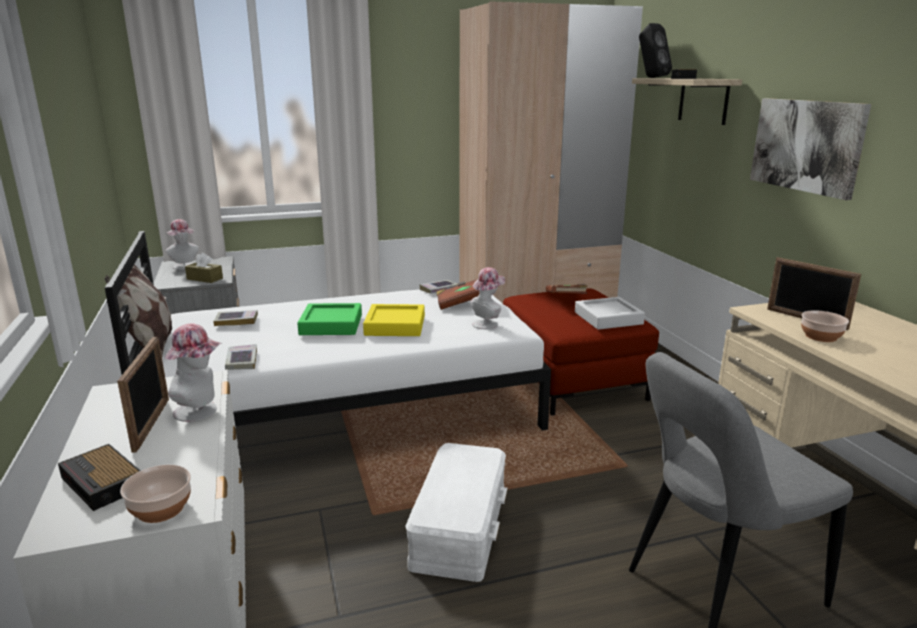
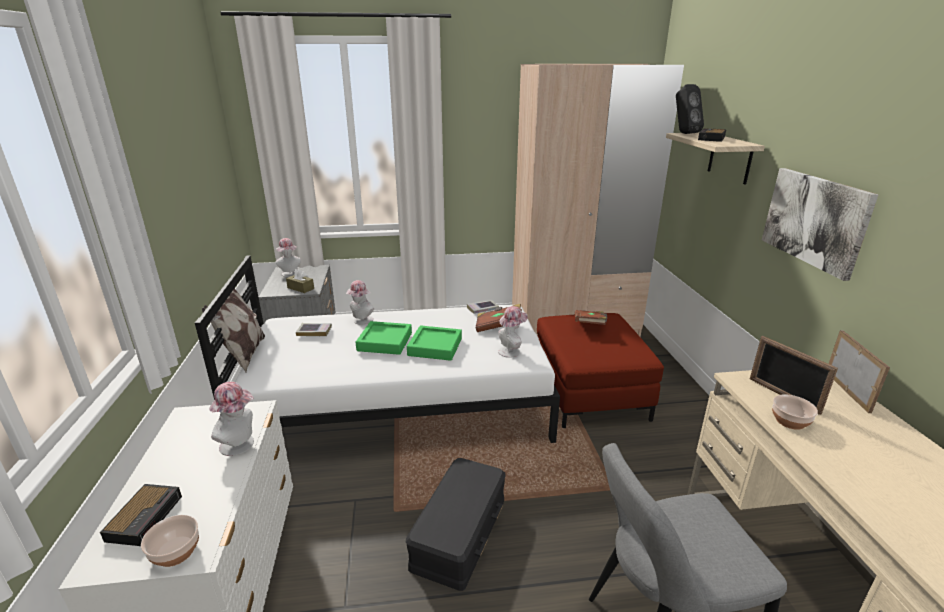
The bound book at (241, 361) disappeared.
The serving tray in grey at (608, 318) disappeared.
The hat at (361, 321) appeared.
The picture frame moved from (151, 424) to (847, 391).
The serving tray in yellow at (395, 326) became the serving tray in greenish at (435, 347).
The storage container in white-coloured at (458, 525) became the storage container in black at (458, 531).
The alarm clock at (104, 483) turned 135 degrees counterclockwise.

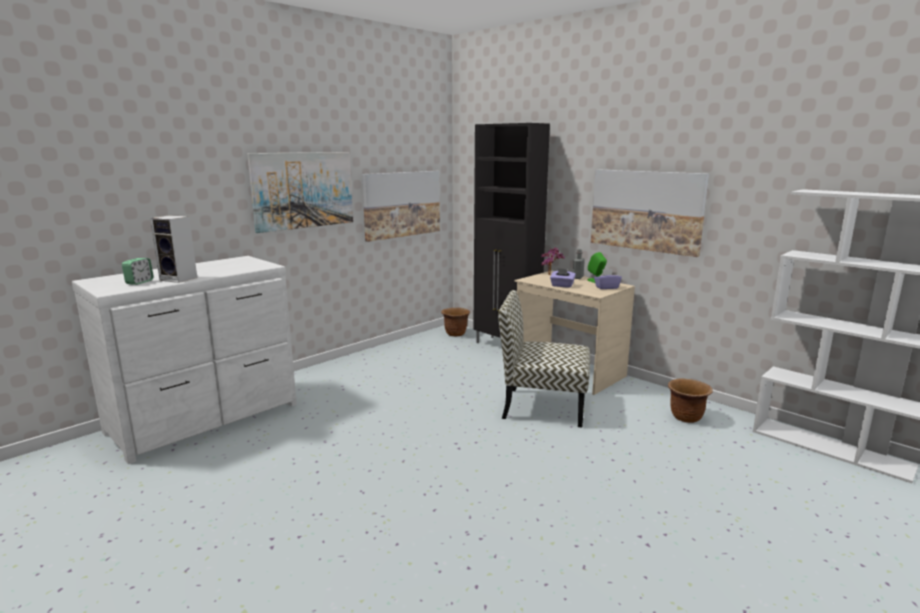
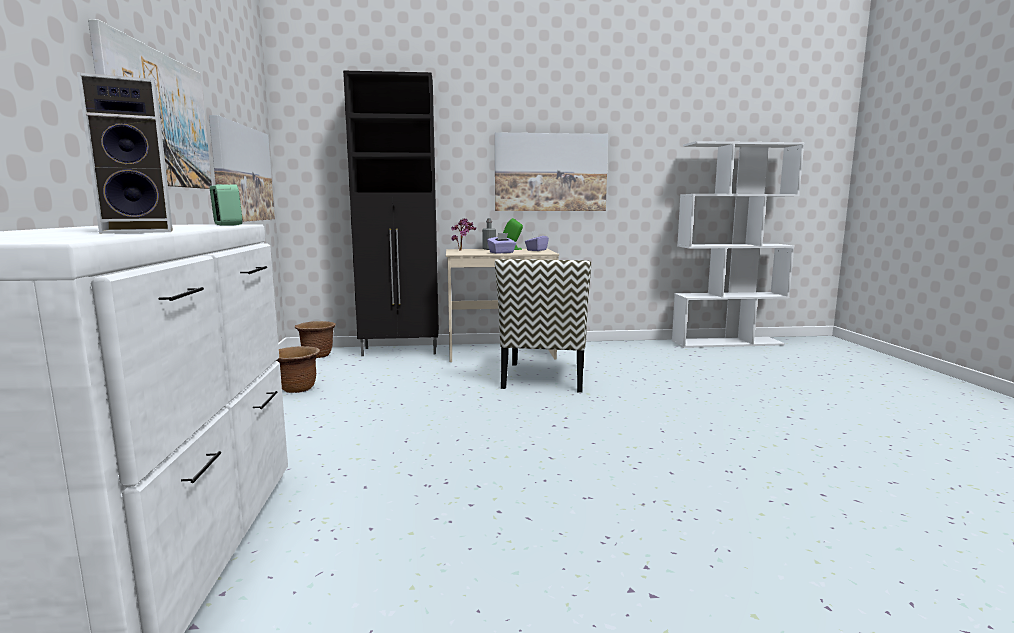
The alarm clock moved from (139, 282) to (227, 225).
The planter in brown-coloured moved from (686, 417) to (298, 389).
The upright chair at (542, 407) turned 45 degrees counterclockwise.

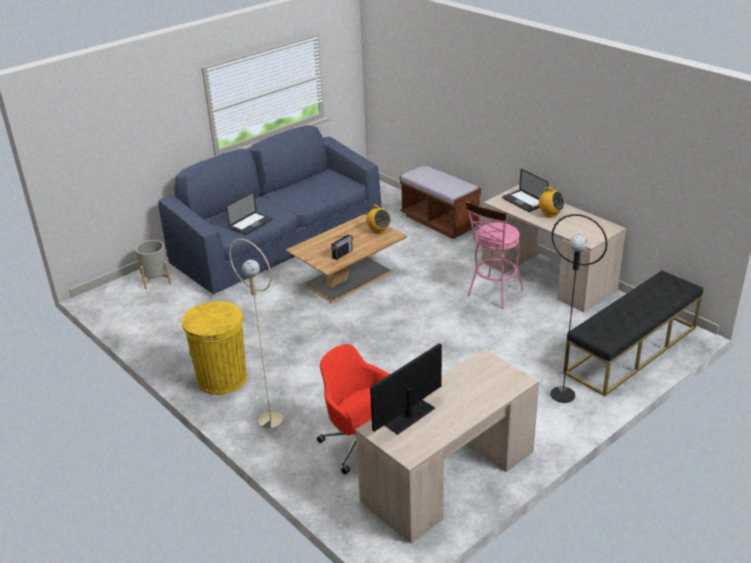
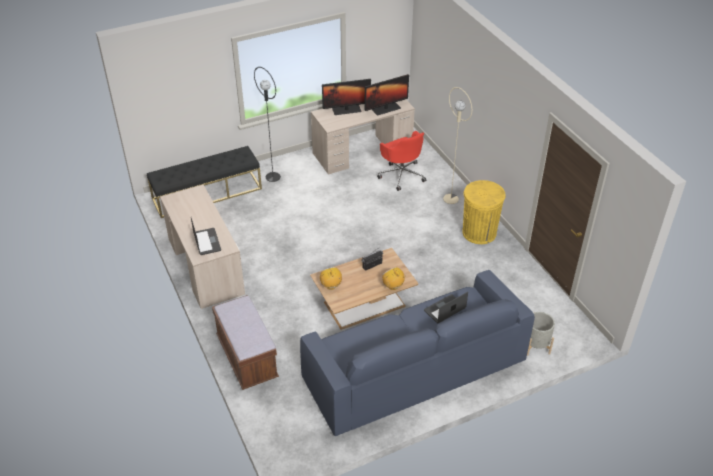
The stool in pink-coloured at (493, 295) disappeared.
The monitor at (346, 110) appeared.
The radio set moved from (550, 214) to (393, 286).

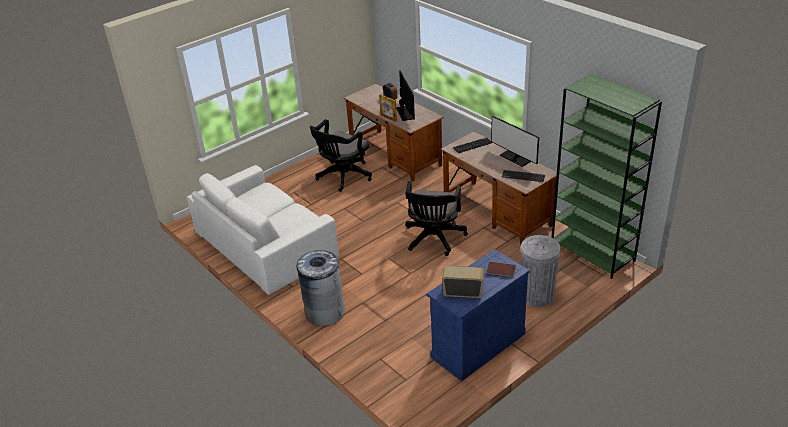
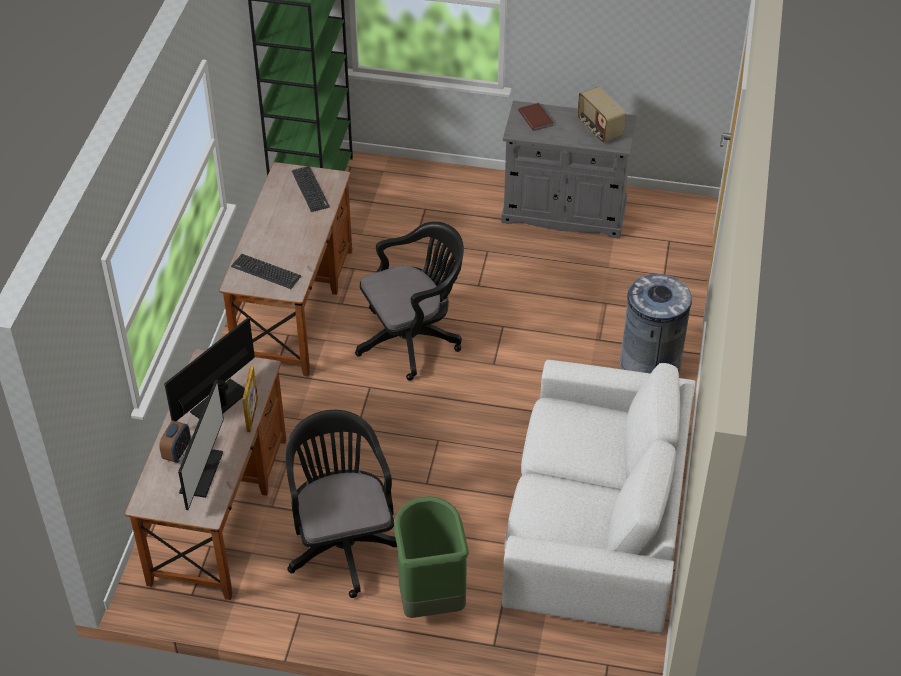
The trash can in grey at (537, 295) disappeared.
The trash can in greenish at (430, 599) appeared.
The monitor moved from (515, 158) to (201, 472).
The cabinet in bluish at (478, 345) became the cabinet in grey at (564, 212).
The office chair in black at (342, 177) turned 105 degrees counterclockwise.

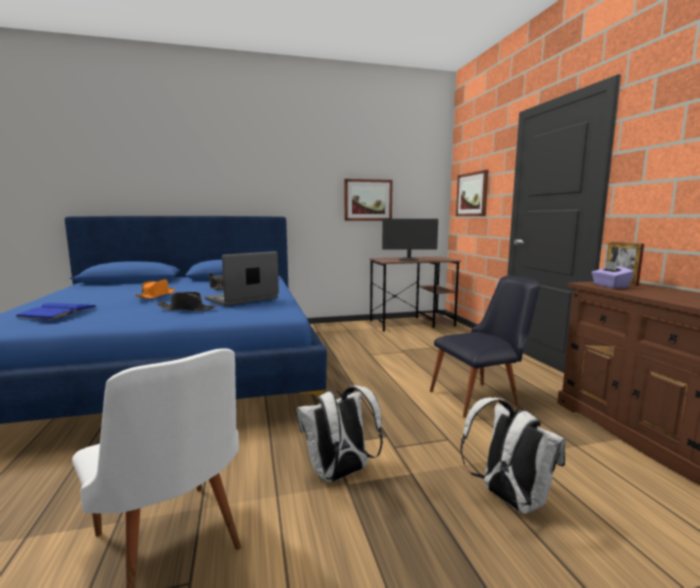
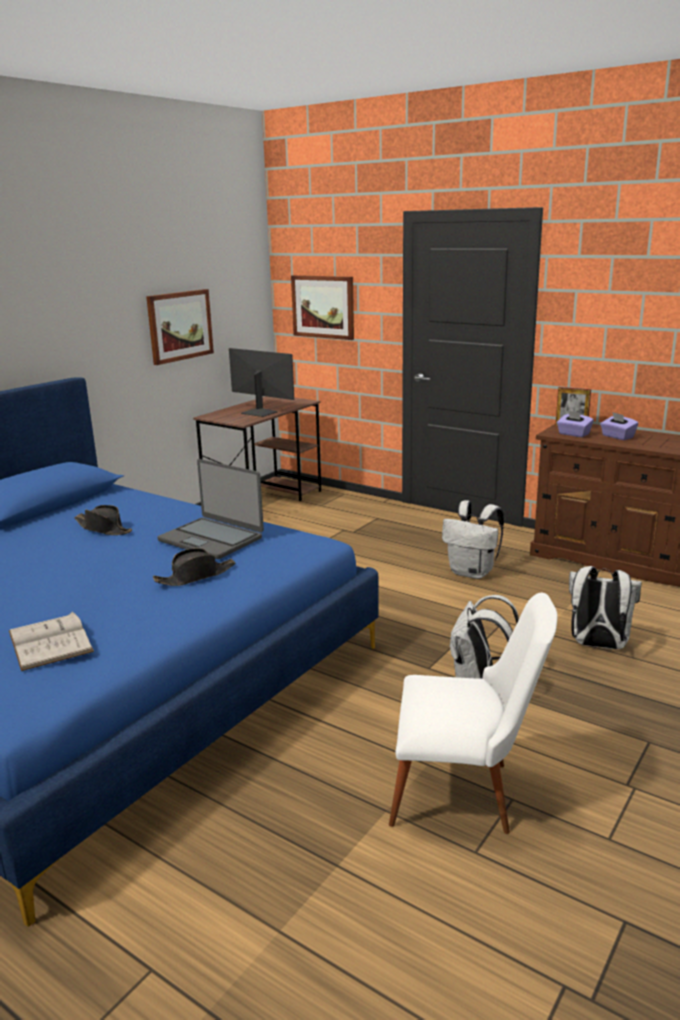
The hat in orangey at (156, 296) disappeared.
The tissue holder in purplish at (617, 437) appeared.
The upright chair in black at (481, 398) was replaced by the knapsack in white-coloured at (472, 573).
The bound book in bluish at (58, 311) became the bound book in white-coloured at (50, 641).
The laptop at (242, 299) turned 60 degrees counterclockwise.
The monitor at (408, 260) turned 105 degrees counterclockwise.

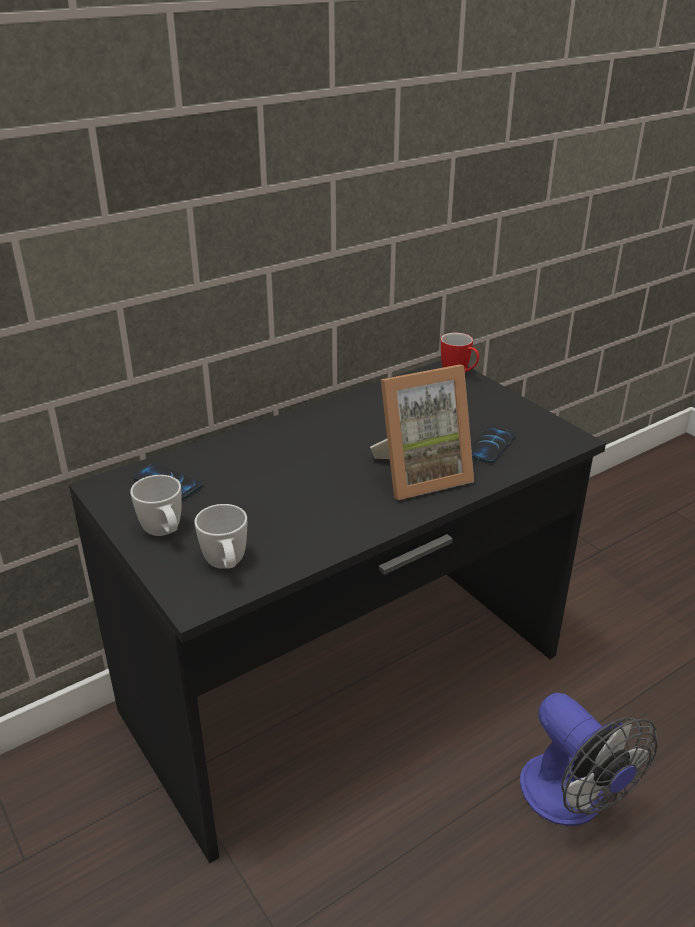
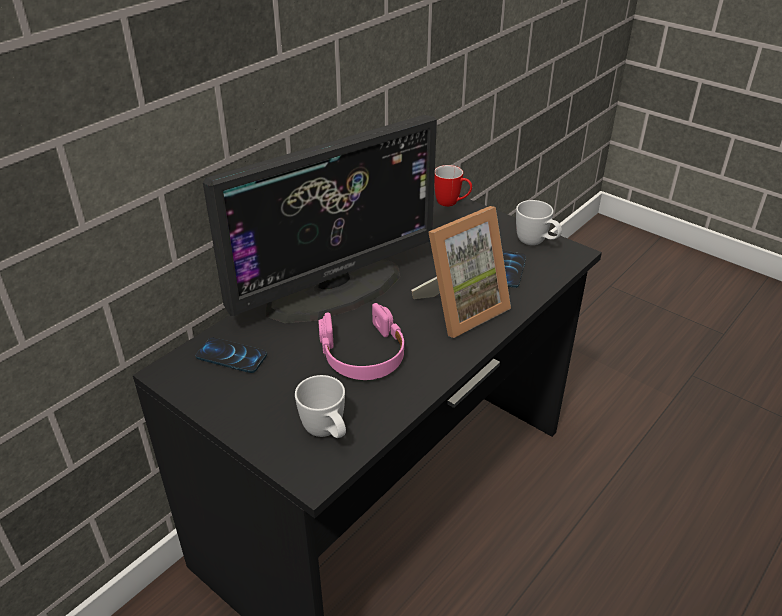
The cooling fan at (572, 801) disappeared.
The monitor at (334, 288) appeared.
The headphones in pink-coloured at (363, 354) appeared.
The tea mug in white-coloured moved from (165, 533) to (536, 243).

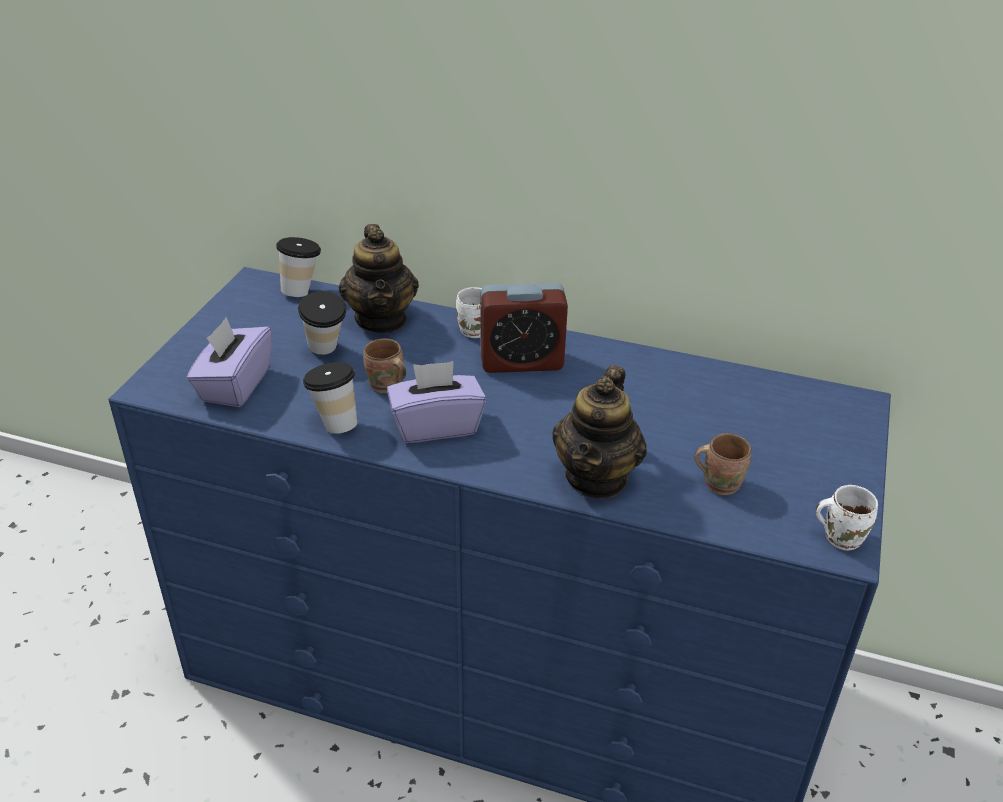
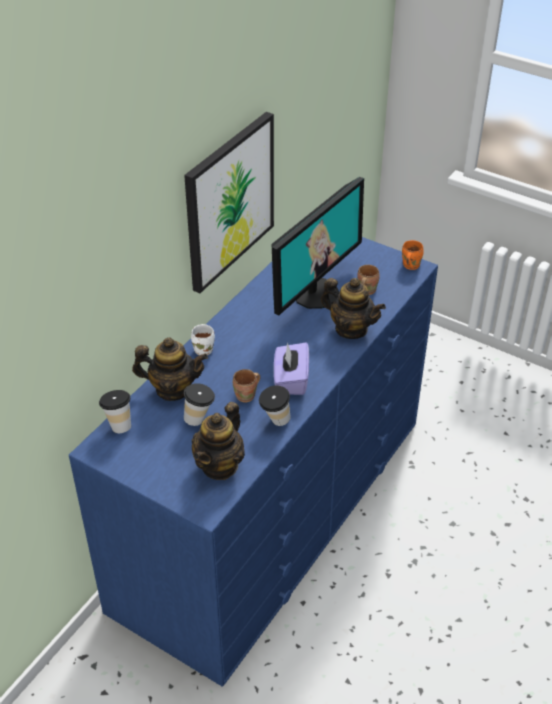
The alarm clock at (521, 361) disappeared.
The wall art at (229, 201) appeared.
The monitor at (315, 293) appeared.
The tissue holder in purplish at (235, 385) was replaced by the teapot at (220, 465).
The tea mug in white-coloured at (840, 536) became the tea mug in orangey at (409, 265).

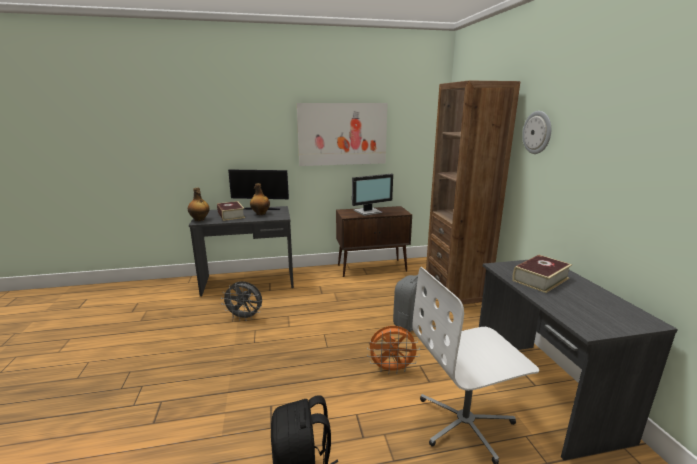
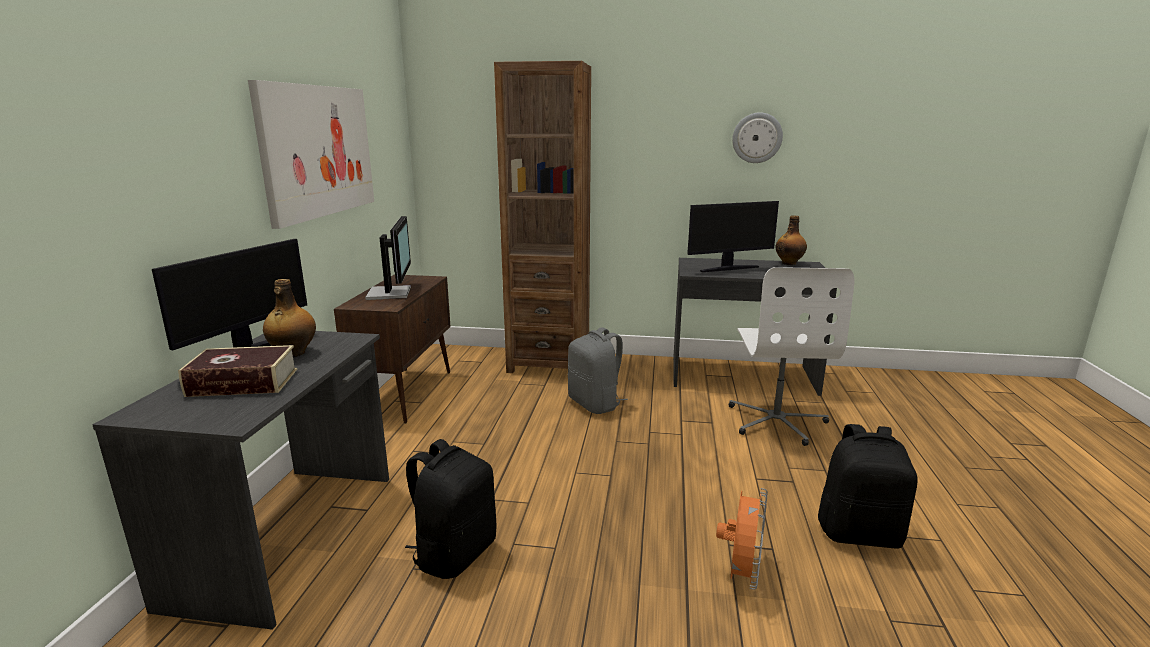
The beverage bottle moved from (200, 220) to (789, 263).
The cooling fan in orangey moved from (392, 369) to (741, 574).
The wall clock moved from (537, 132) to (757, 138).
The cooling fan in grey at (245, 317) was replaced by the knapsack in black at (454, 553).
The bound book at (540, 279) was replaced by the monitor at (728, 268).

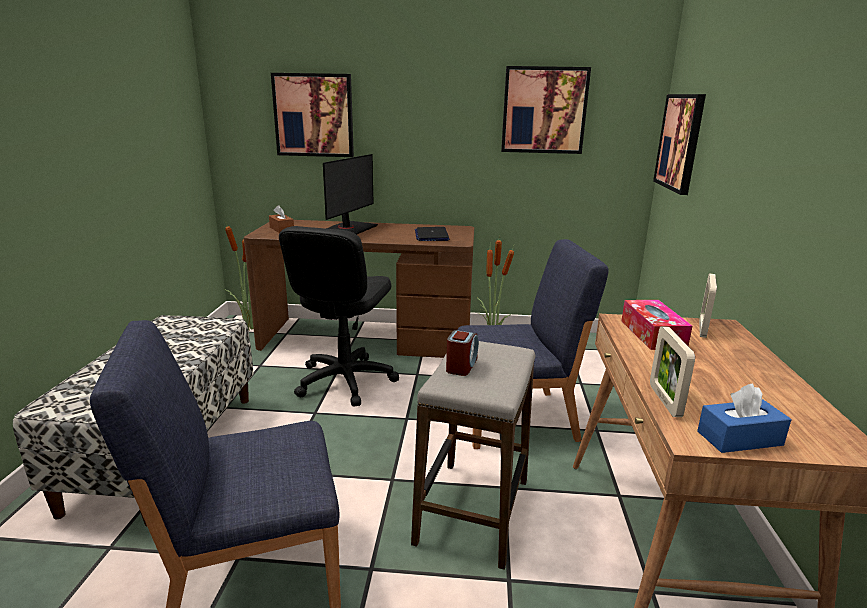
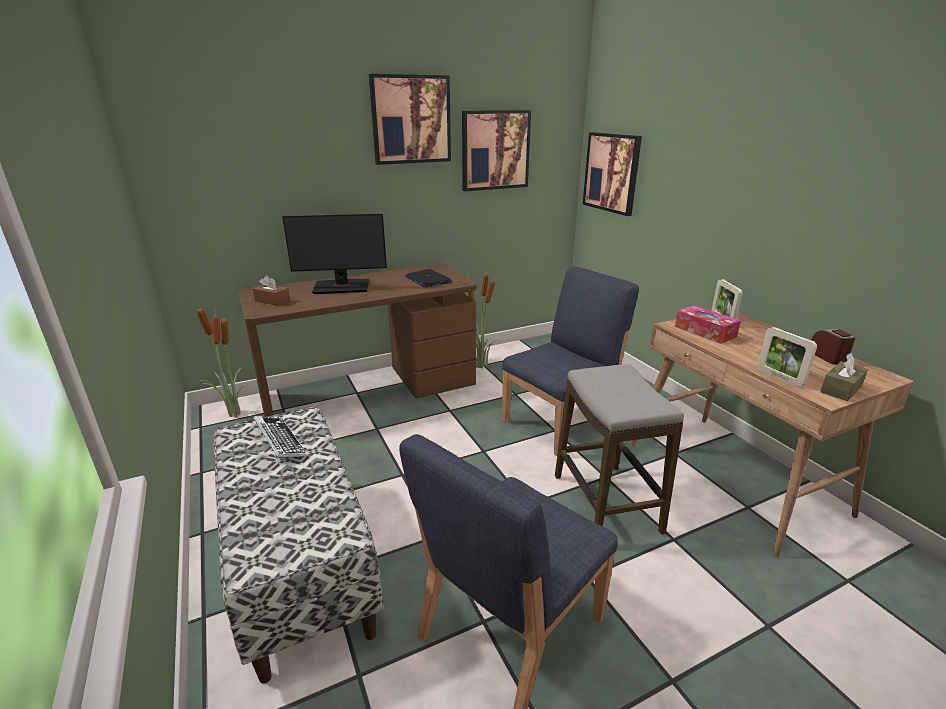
The office chair in black at (345, 380) disappeared.
The keyboard at (280, 441) appeared.
The wall art moved from (314, 115) to (411, 120).
The alarm clock moved from (461, 366) to (828, 357).
The tissue holder in bluish at (739, 438) became the tissue holder in brown-coloured at (841, 389).
The monitor at (349, 229) turned 90 degrees clockwise.

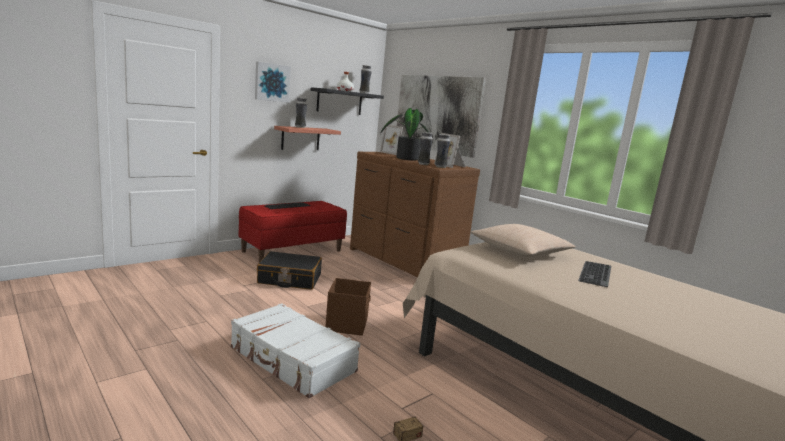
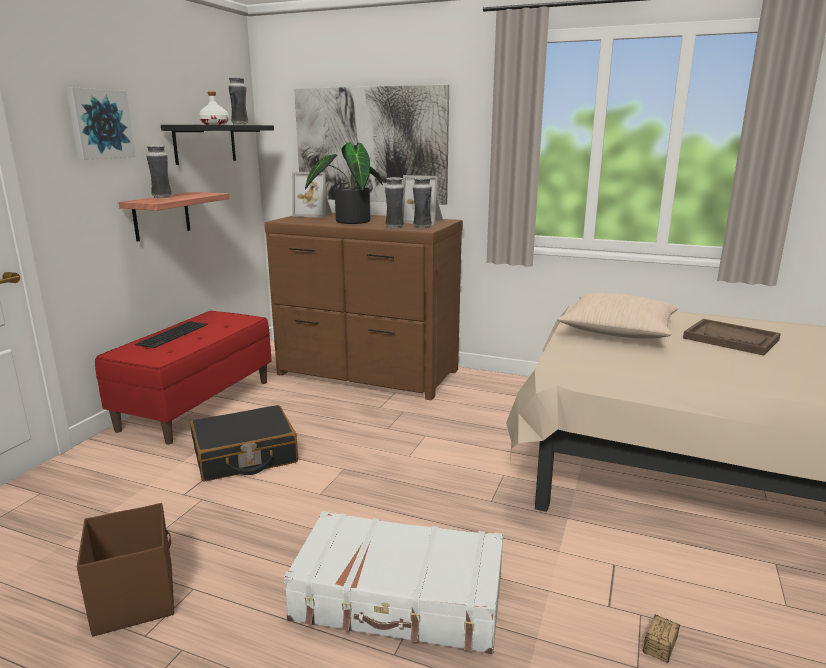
The storage container in brown-coloured moved from (347, 324) to (135, 598).
The keyboard at (597, 274) was replaced by the serving tray in brown-coloured at (731, 339).

